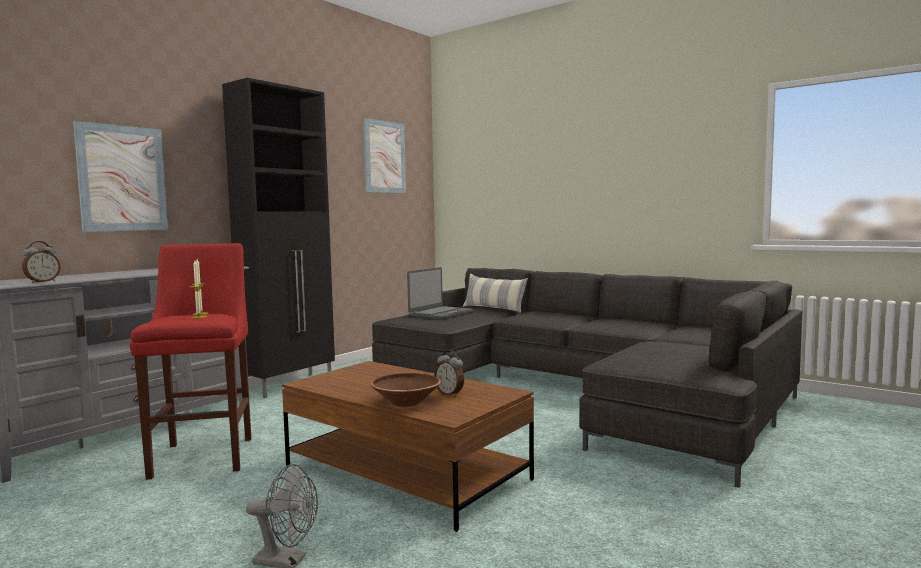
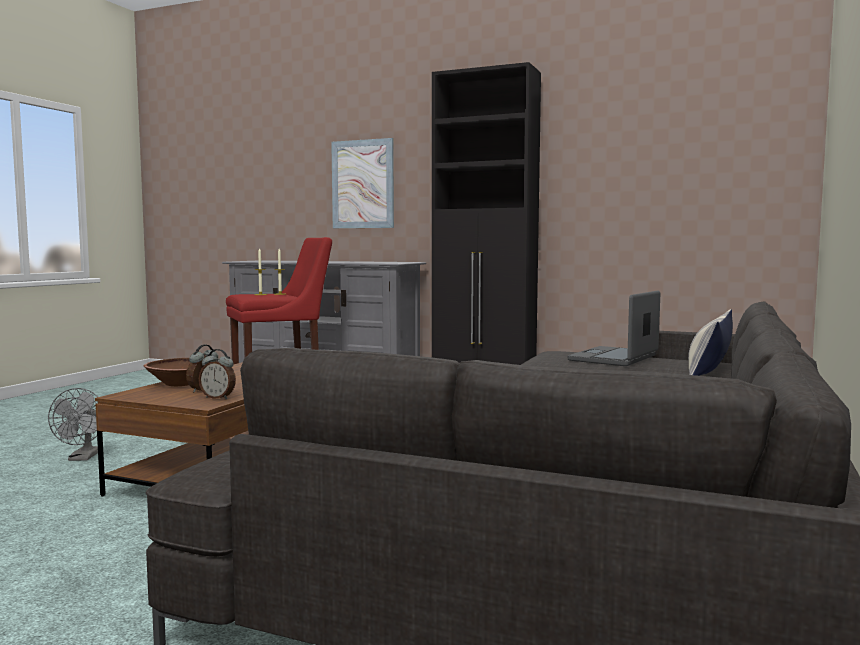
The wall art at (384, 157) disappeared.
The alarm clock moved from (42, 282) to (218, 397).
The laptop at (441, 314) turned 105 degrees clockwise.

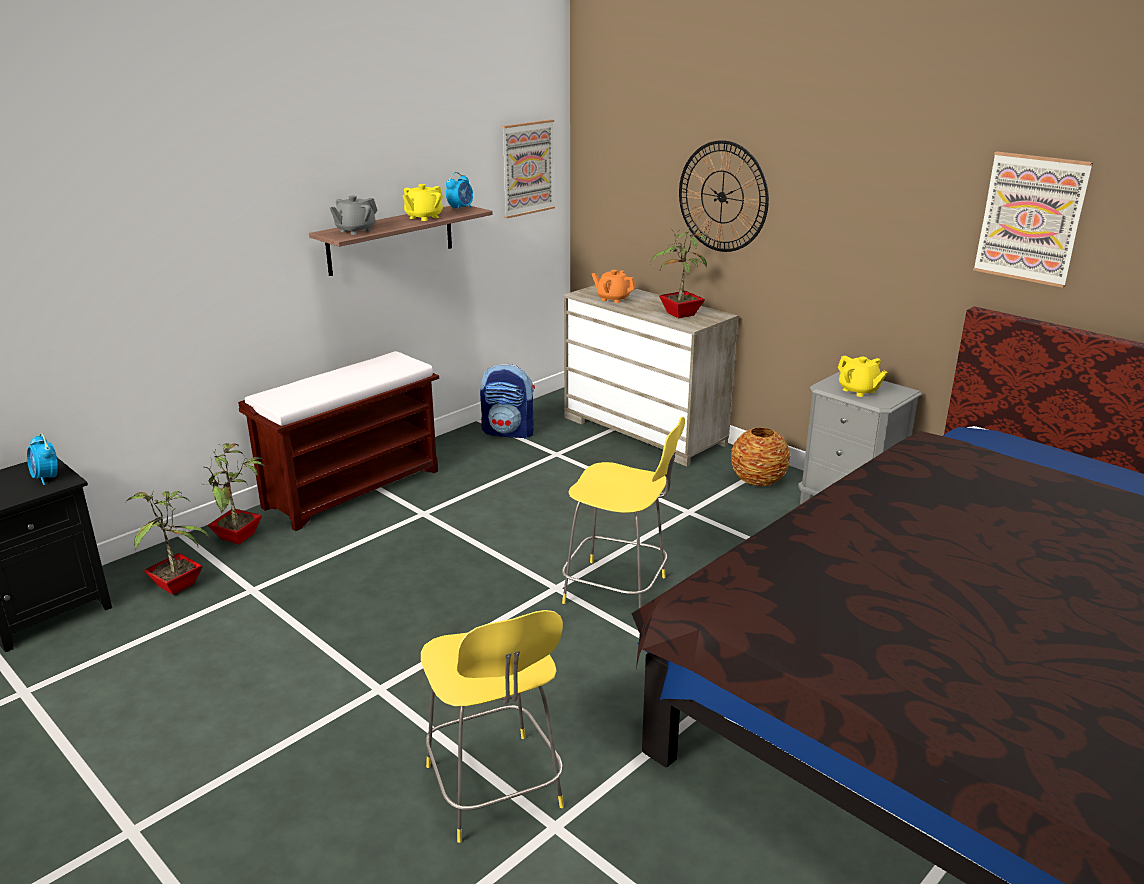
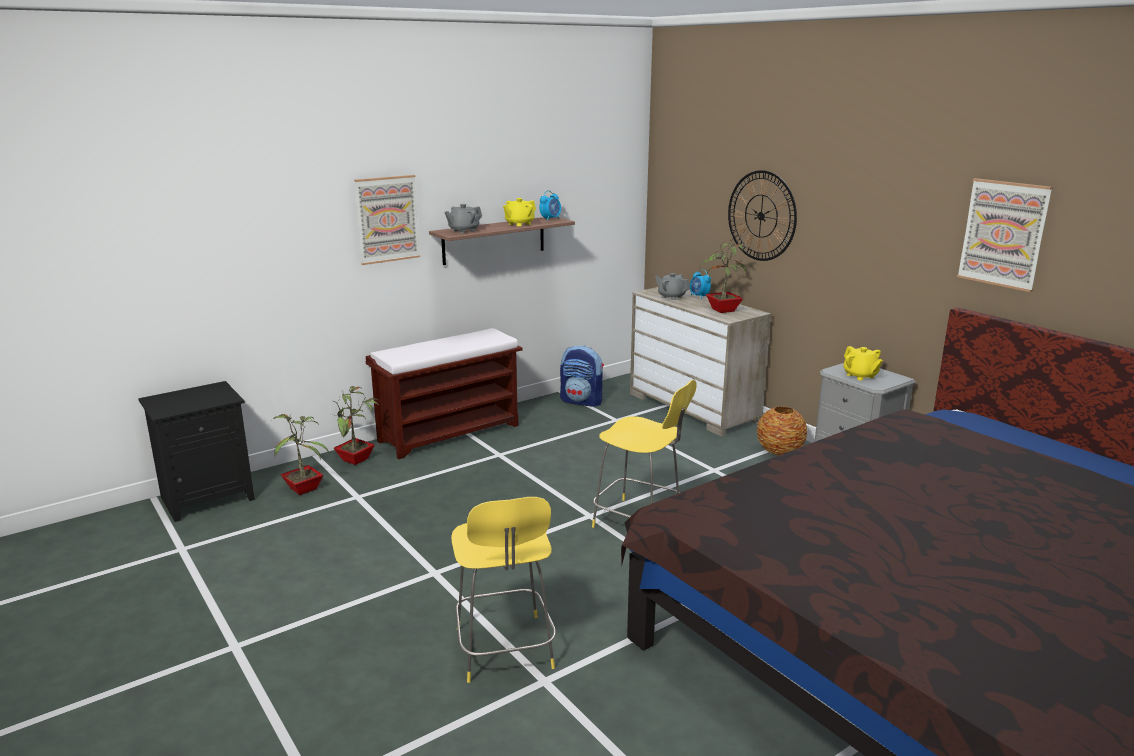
The alarm clock moved from (46, 478) to (699, 296).
The wall art moved from (527, 168) to (387, 219).
The teapot in orangey at (613, 299) became the teapot in grey at (671, 297).

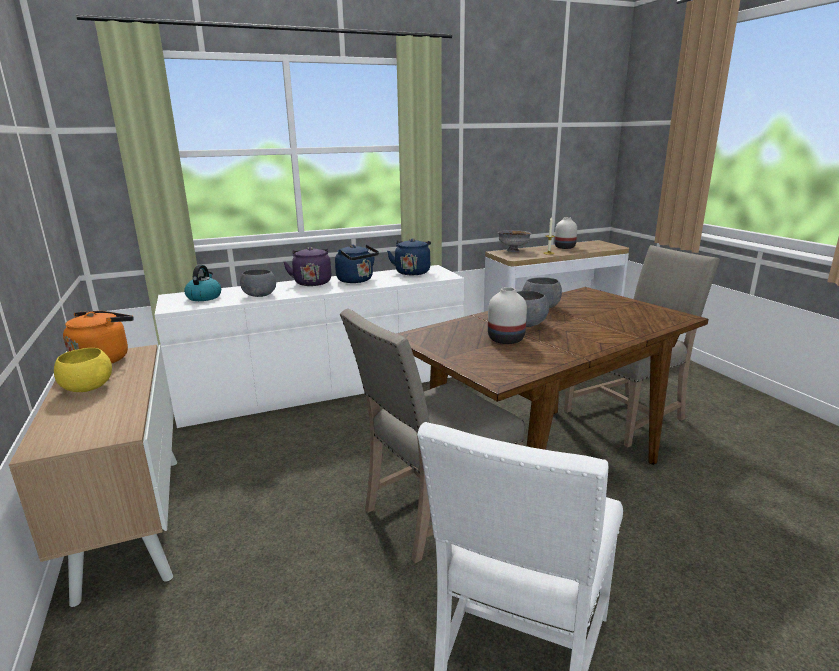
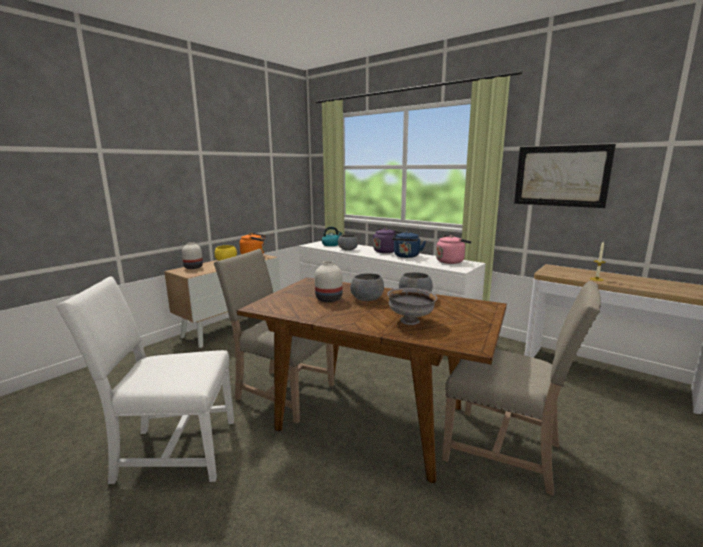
The wall art at (561, 176) appeared.
The deep dish in grey moved from (513, 250) to (411, 321).
The flower vase in white-coloured moved from (564, 247) to (194, 267).
The water kettle in bluish at (412, 272) became the water kettle in pink-coloured at (451, 261).

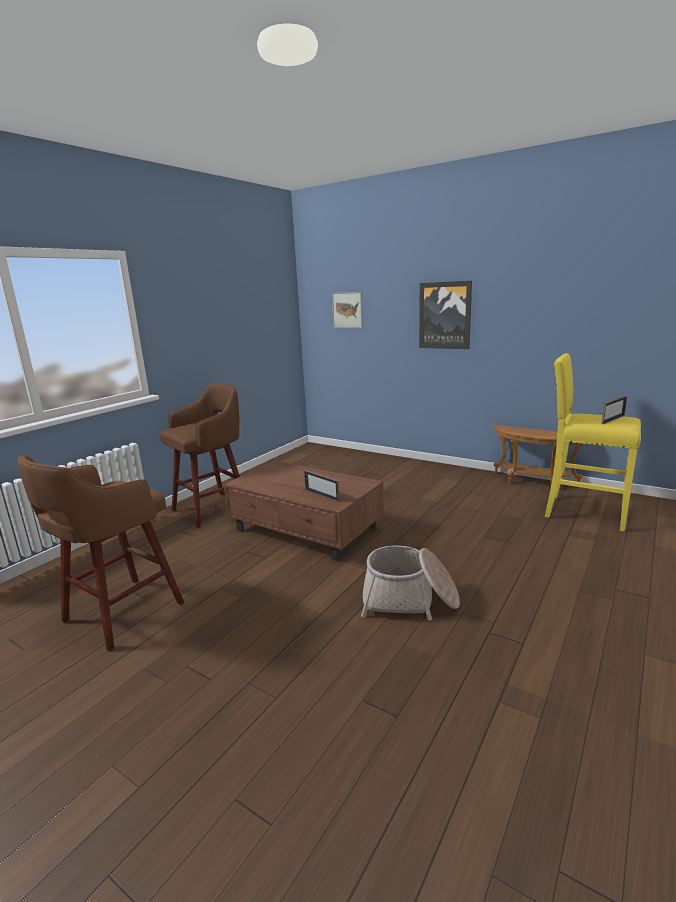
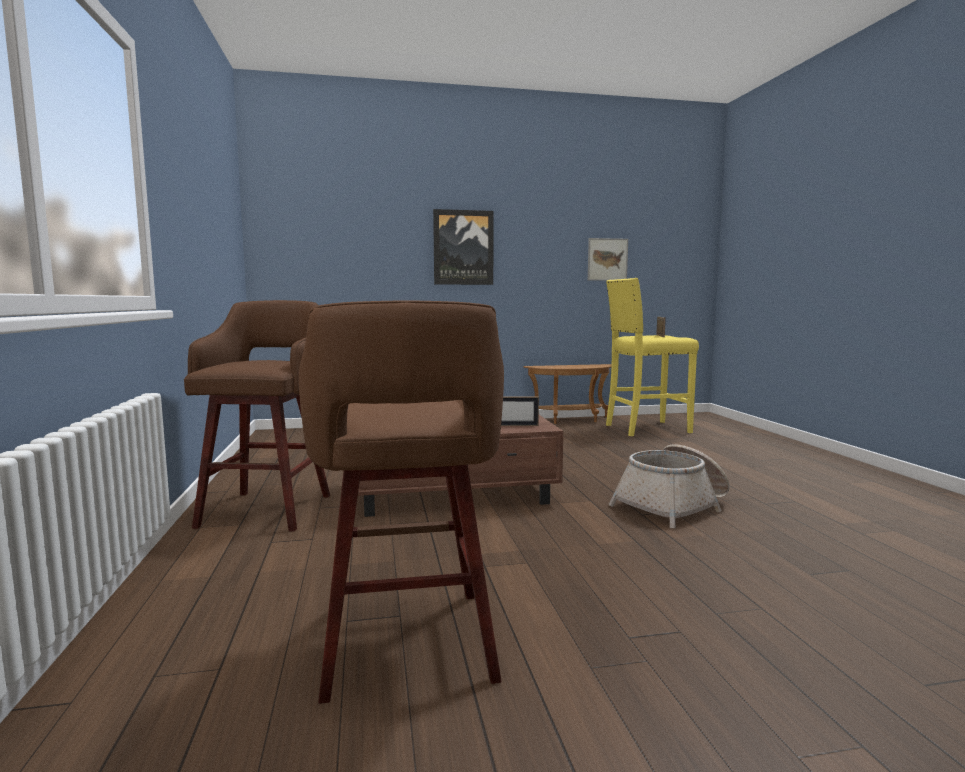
The wall art moved from (347, 310) to (607, 259).

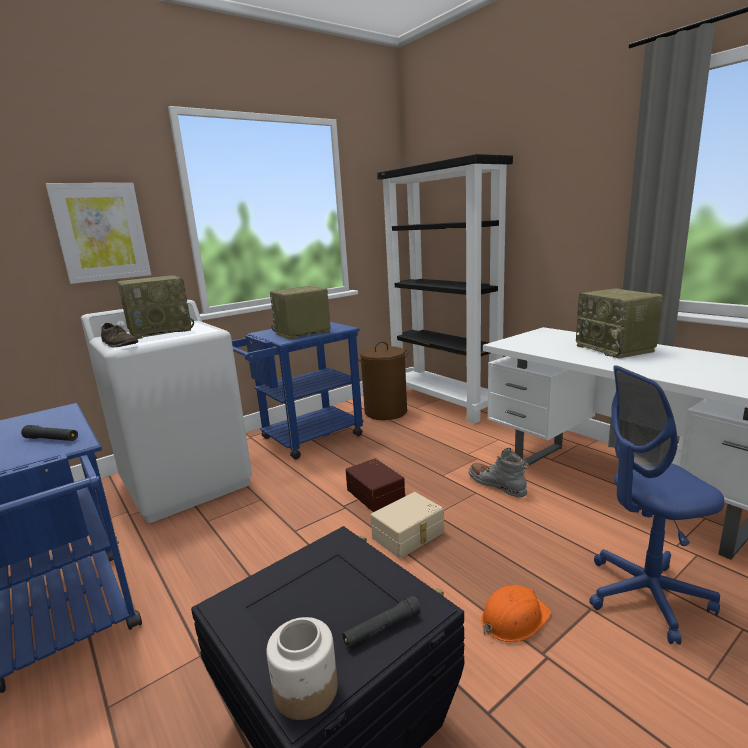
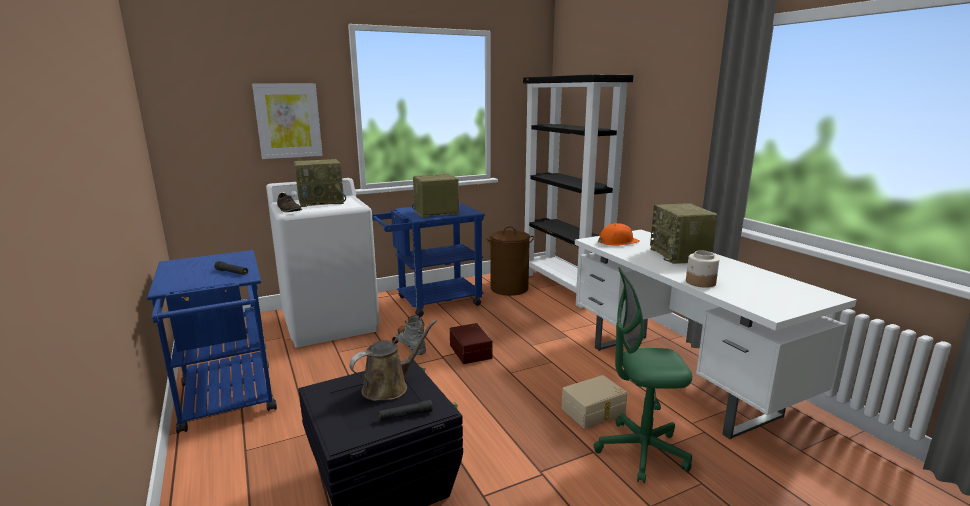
The watering pot in brown-coloured at (389, 387) appeared.
The storage jar moved from (305, 690) to (700, 282).
The storage container in beige moved from (409, 535) to (594, 411).
The boot in grey moved from (497, 485) to (411, 344).
The work helmet in orangey moved from (514, 618) to (617, 242).
The office chair in bluish at (646, 597) became the office chair in greenish at (641, 451).

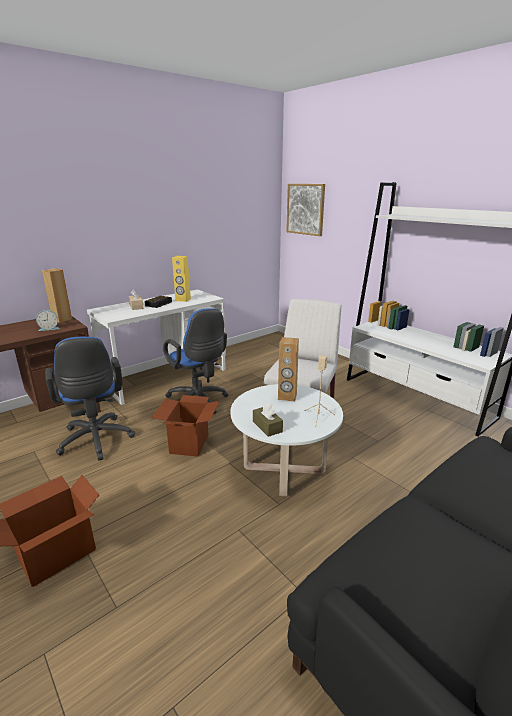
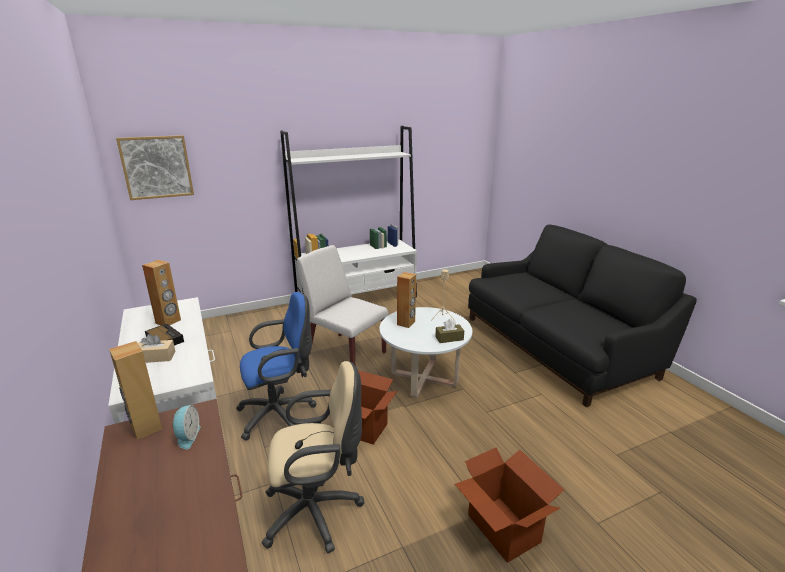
The office chair in bluish at (96, 441) became the office chair in beige at (317, 511).
The loudspeaker in yellow at (183, 300) became the loudspeaker in brown-coloured at (168, 322).

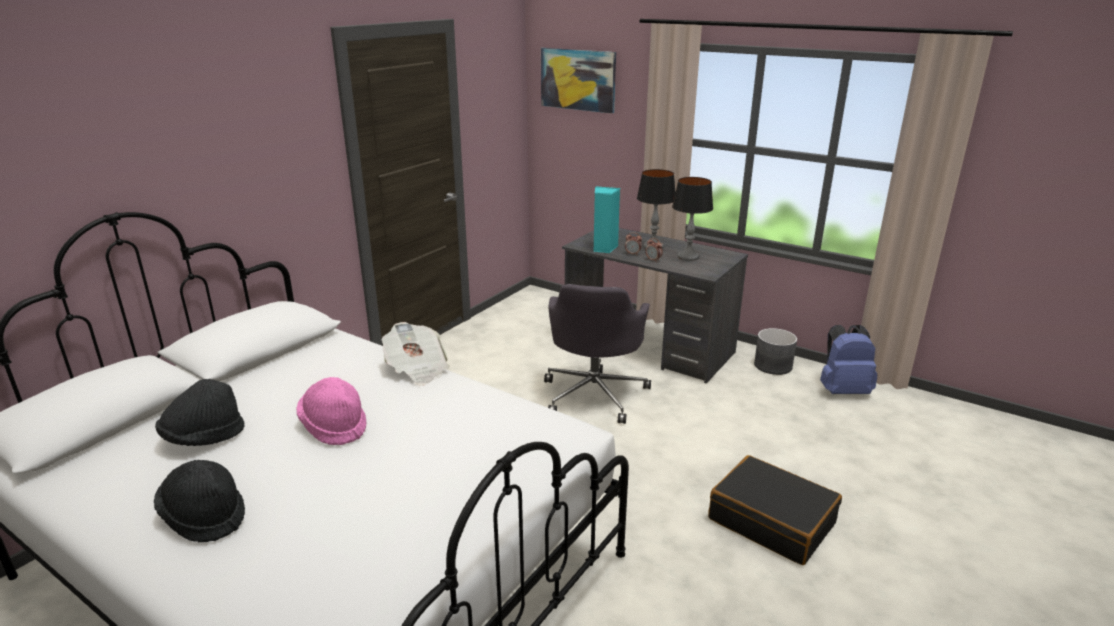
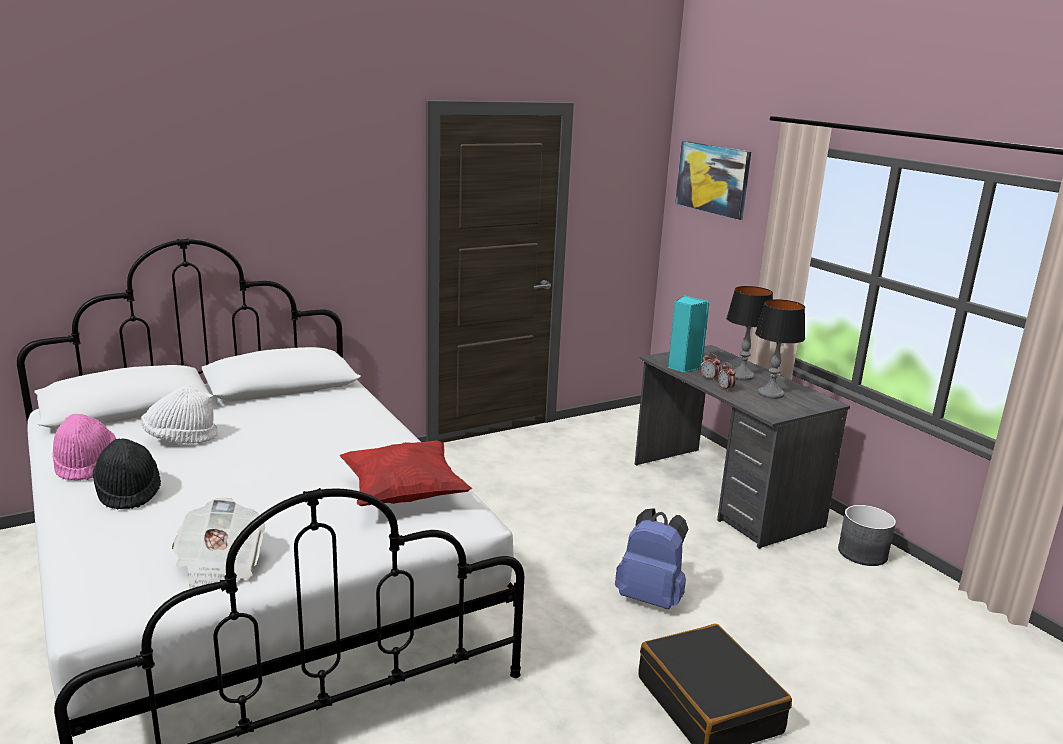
The office chair in grey at (595, 394) disappeared.
The cushion in red-coloured at (403, 494) appeared.
The hat in pink-coloured moved from (334, 426) to (86, 465).
The newspaper moved from (417, 369) to (219, 566).
The knapsack in bluish moved from (842, 390) to (651, 597).
The hat in black at (204, 437) became the hat in white-coloured at (180, 438).

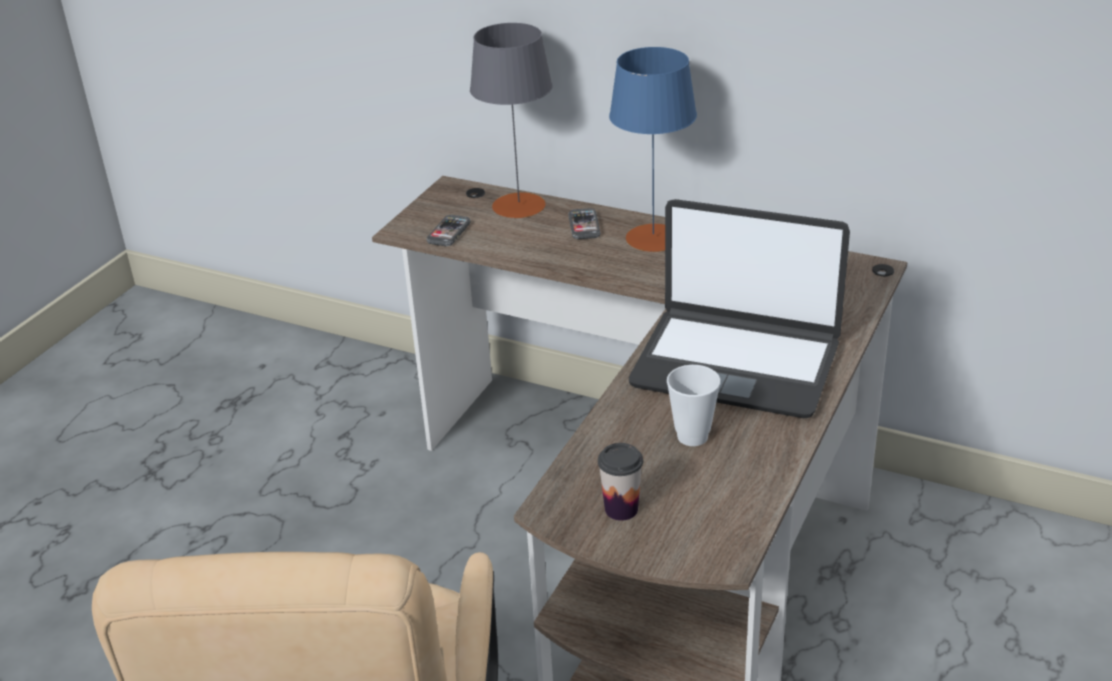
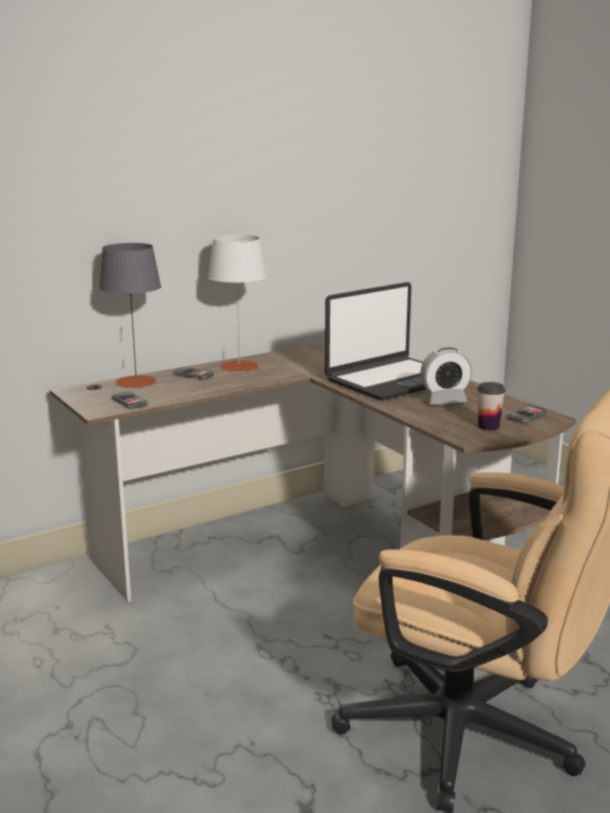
The phone at (527, 416) appeared.
The small cup at (692, 436) was replaced by the alarm clock at (444, 401).
The table lamp in bluish at (653, 238) became the table lamp in white-coloured at (239, 366).

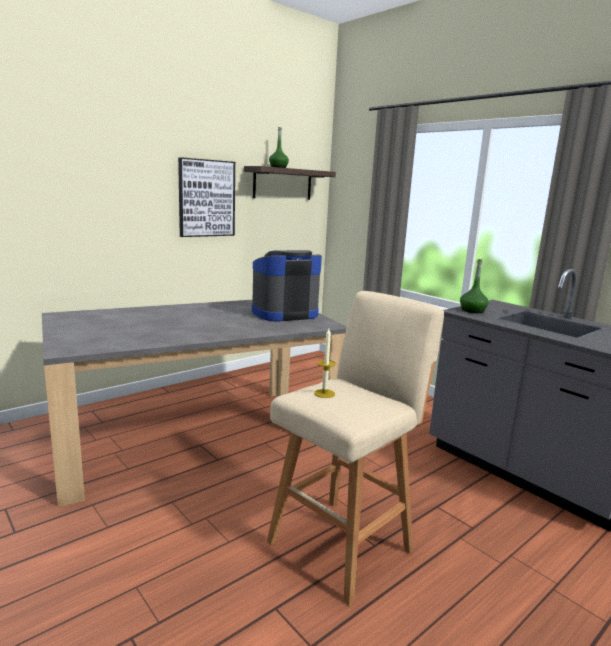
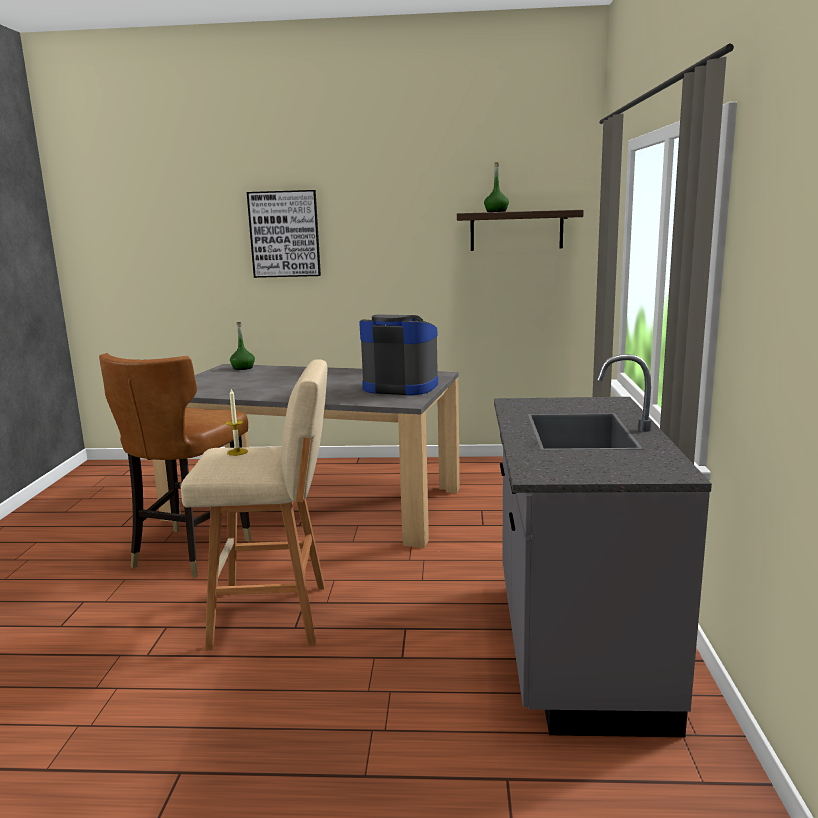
The upright chair in brown-coloured at (190, 551) appeared.
The wall art moved from (206, 198) to (284, 234).
The beverage bottle in greenish moved from (472, 310) to (243, 368).

